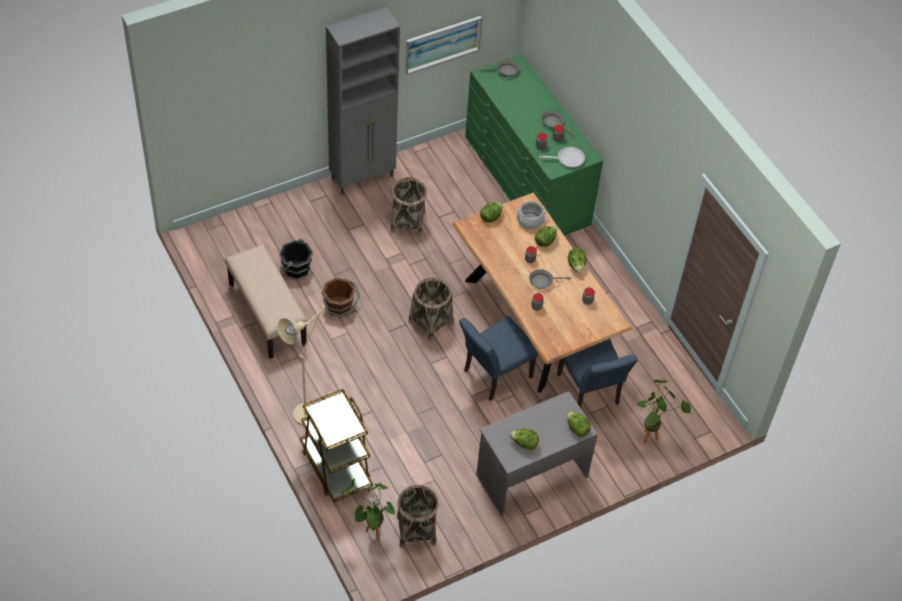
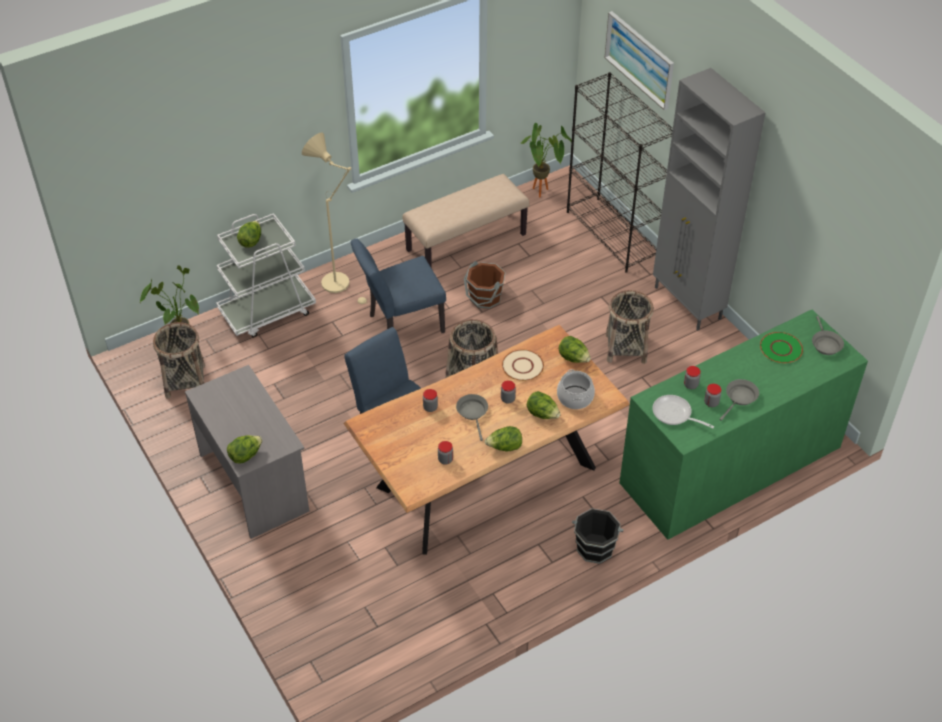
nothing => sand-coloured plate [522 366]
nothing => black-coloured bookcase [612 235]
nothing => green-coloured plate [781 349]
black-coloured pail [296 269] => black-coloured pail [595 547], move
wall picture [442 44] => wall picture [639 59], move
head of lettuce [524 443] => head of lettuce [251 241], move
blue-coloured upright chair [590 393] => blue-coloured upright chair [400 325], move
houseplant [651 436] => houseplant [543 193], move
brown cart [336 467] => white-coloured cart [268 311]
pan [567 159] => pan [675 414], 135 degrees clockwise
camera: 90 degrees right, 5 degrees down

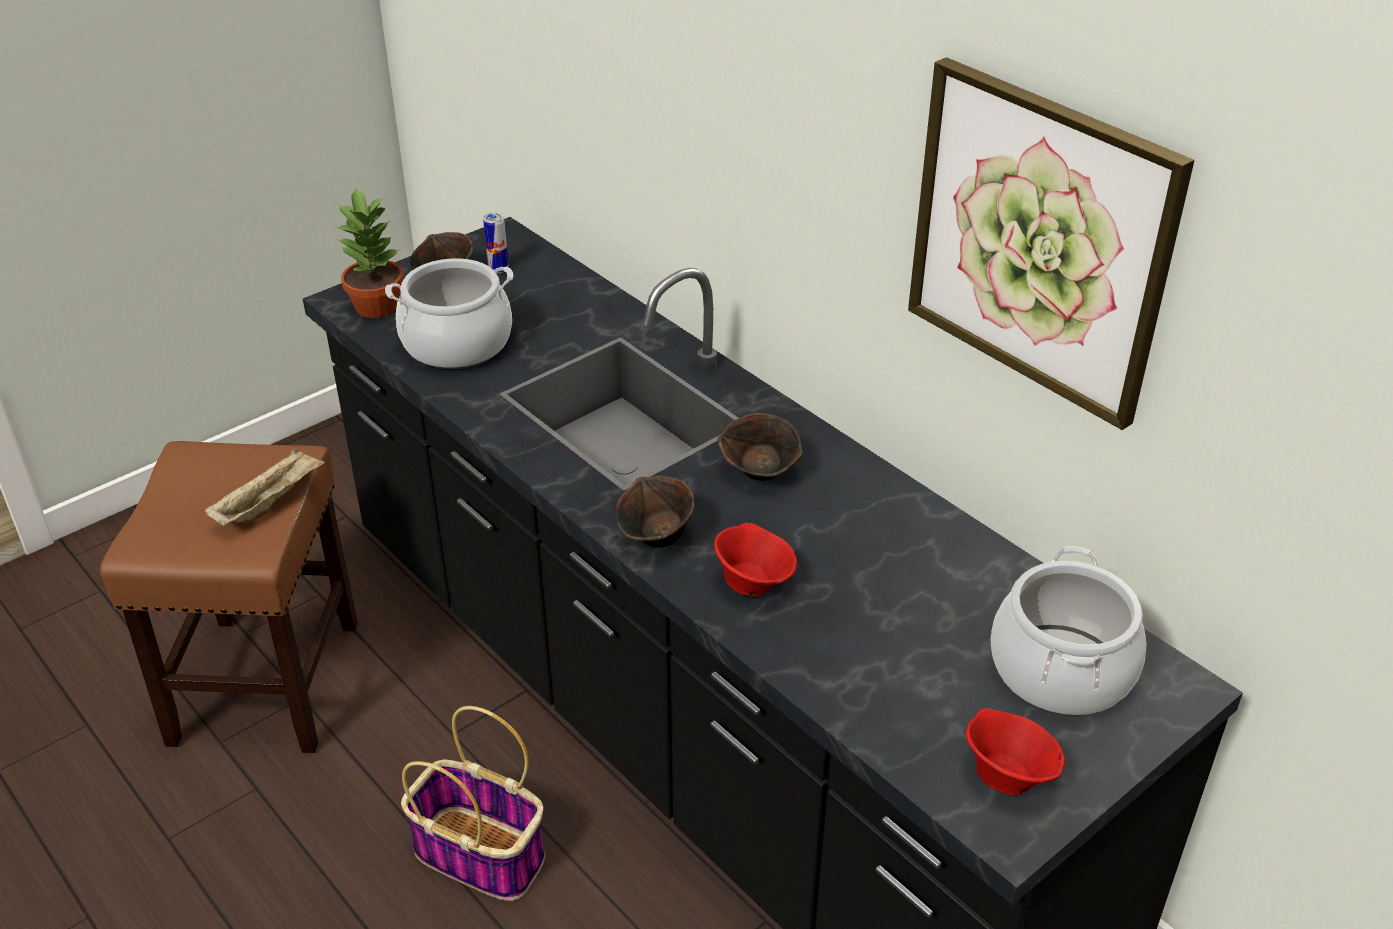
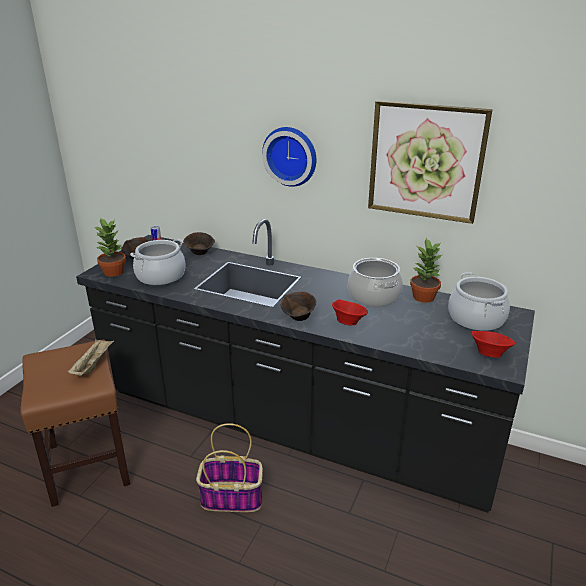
nothing => clock on the wall [291 156]
nothing => cooking pot [373 297]
nothing => houseplant [424 297]
brown bowl [761 472] => brown bowl [200 253], move
camera: 25 degrees left, 10 degrees down

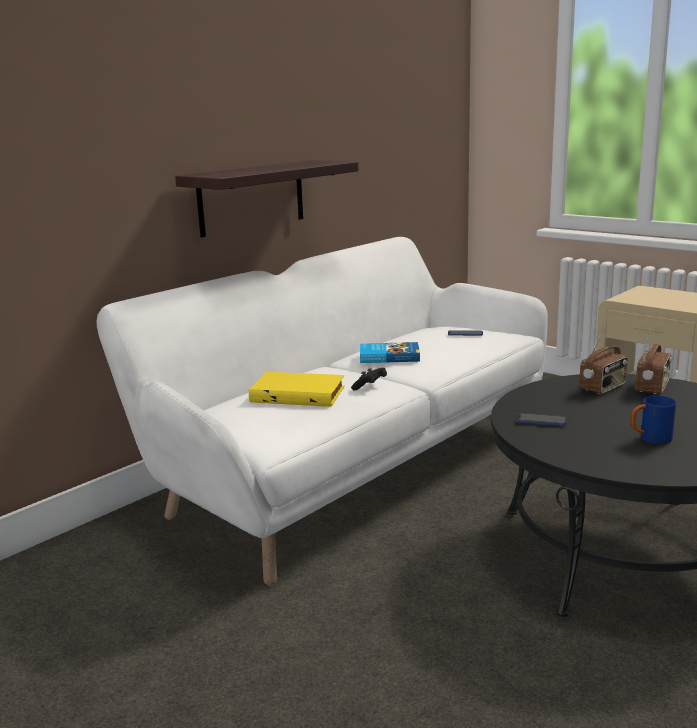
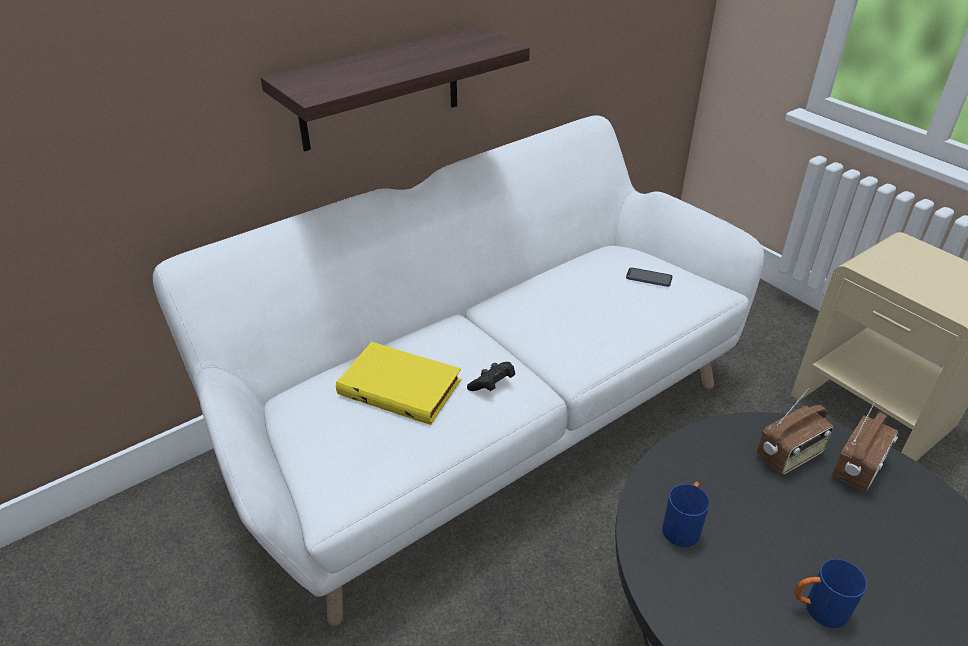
bound book [389 356] => nothing
telephone [542 421] => blue-coloured tea mug [683 526]
camera: 10 degrees right, 20 degrees up

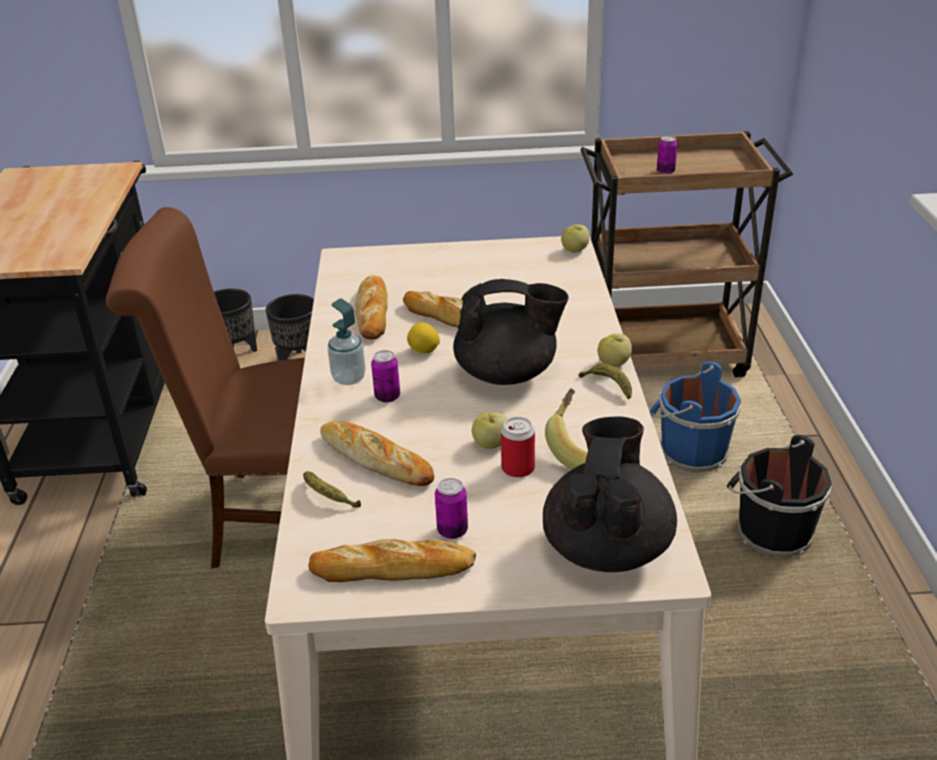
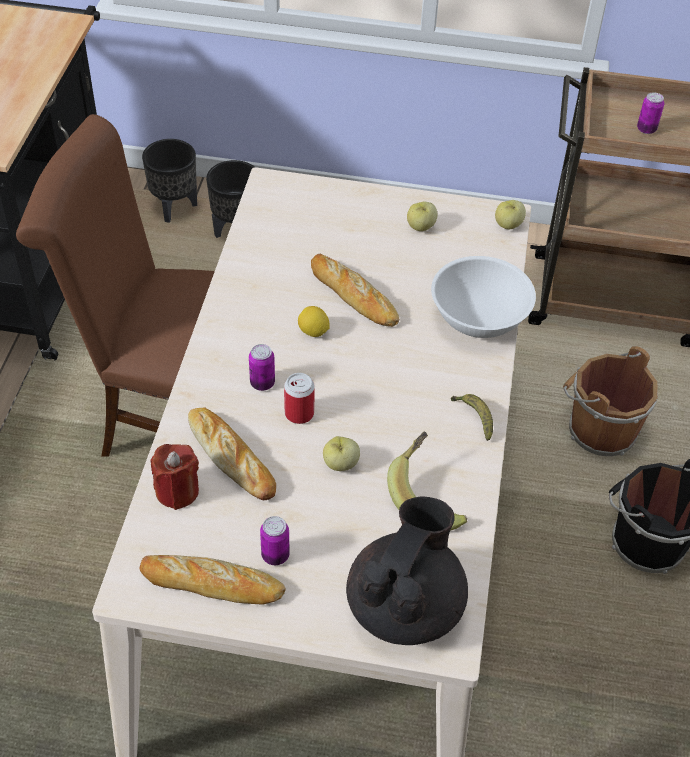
liquid soap bottle [349 378] => nothing
bakery bread [373 312] => nothing
black-coloured tea pot [508 374] => nothing
nothing => white-coloured bowl [478 318]
metal can [518 468] => metal can [299 413], move
whole apple [614 364] => whole apple [421 227], move
banana fruit [328 497] => red wax light [177 491]
blue-coloured pail [690 453] => brown pail [598 430]
camera: 10 degrees right, 15 degrees up

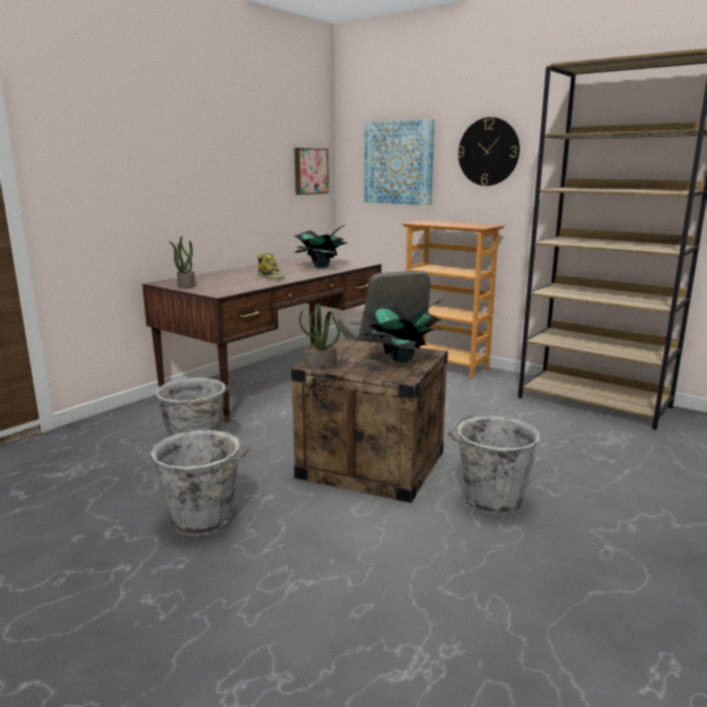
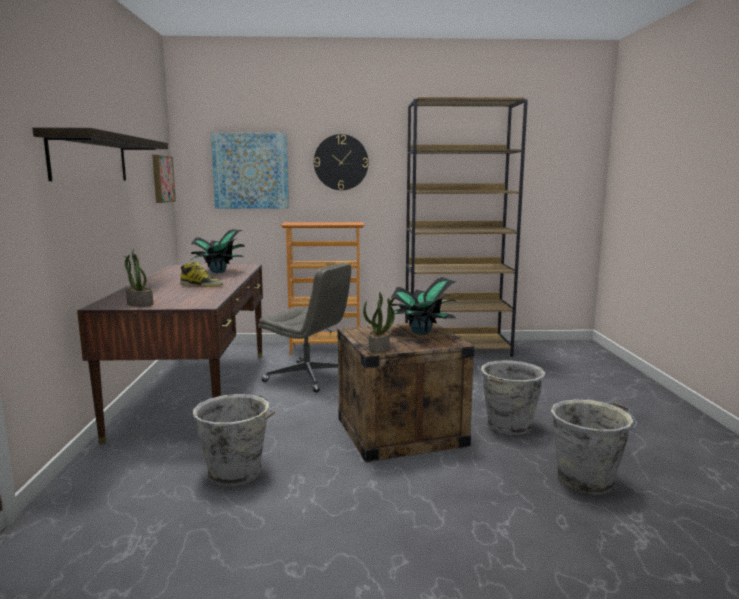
nothing => bracket shelf [90 158]
grey pail [204 521] => grey pail [587 480], move
camera: 40 degrees left, 5 degrees down

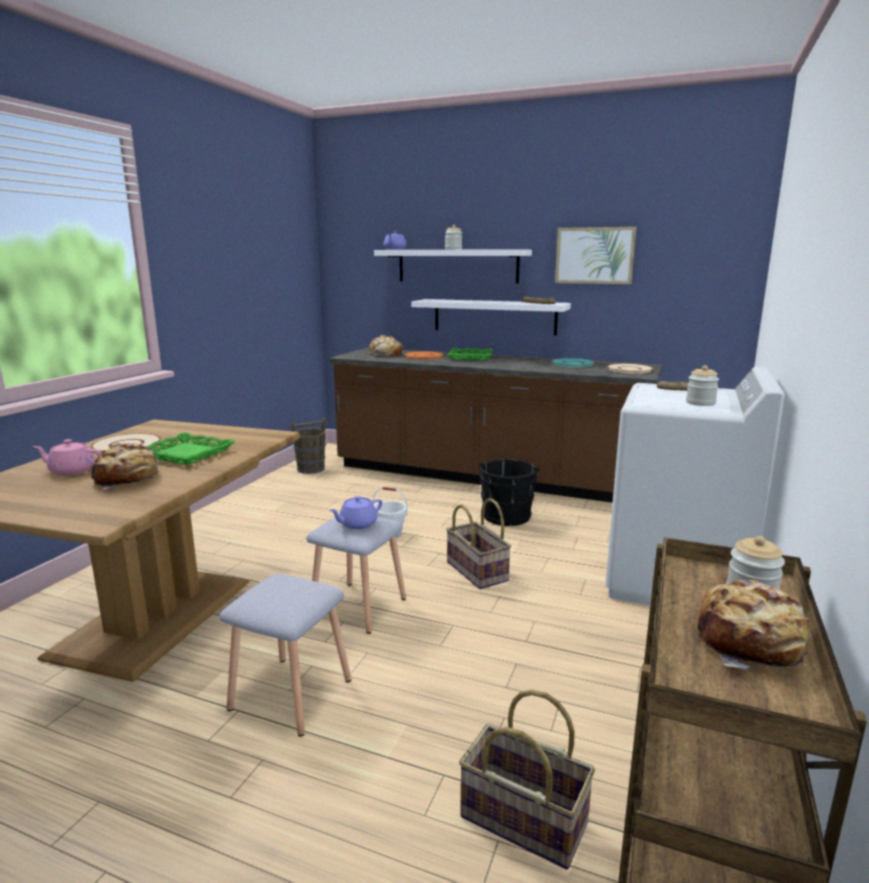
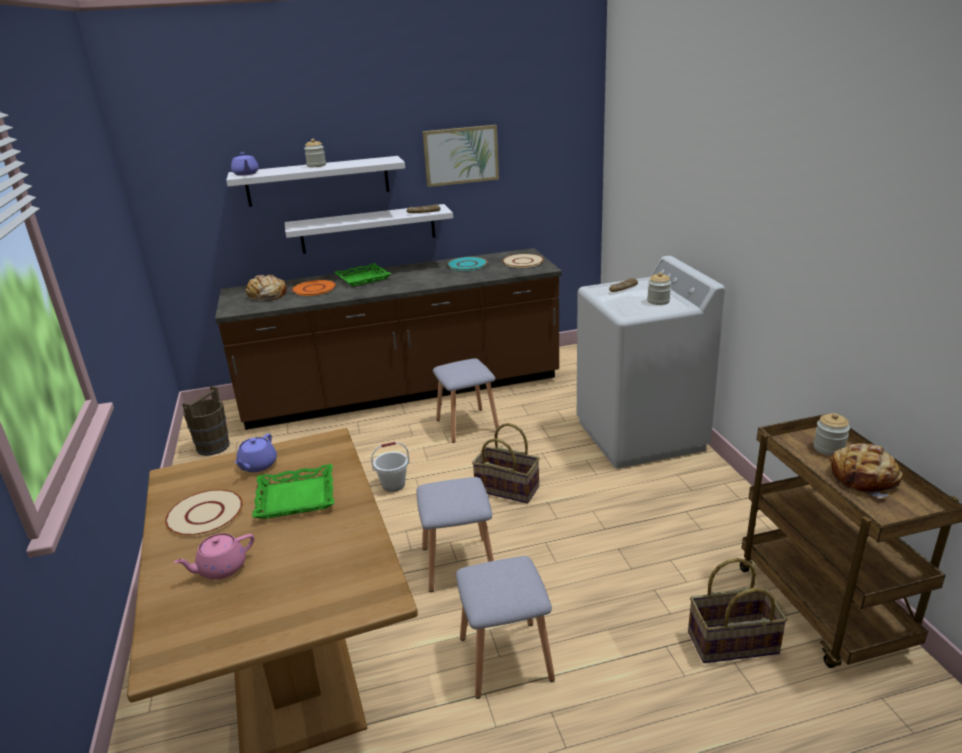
bakery bread [128 479] => nothing
purple-coloured tea pot [357 524] => purple-coloured tea pot [257 465], move
black-coloured pail [507 515] => grey stool [466 425]
camera: 35 degrees left, 10 degrees up

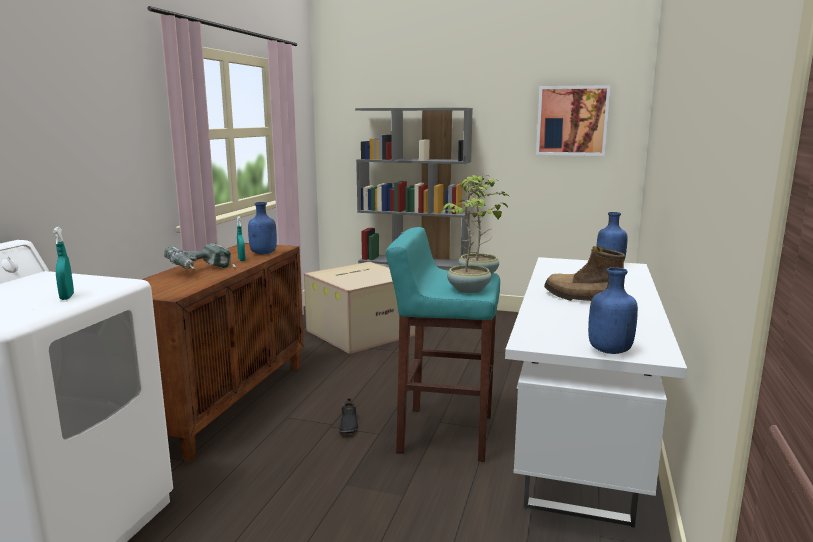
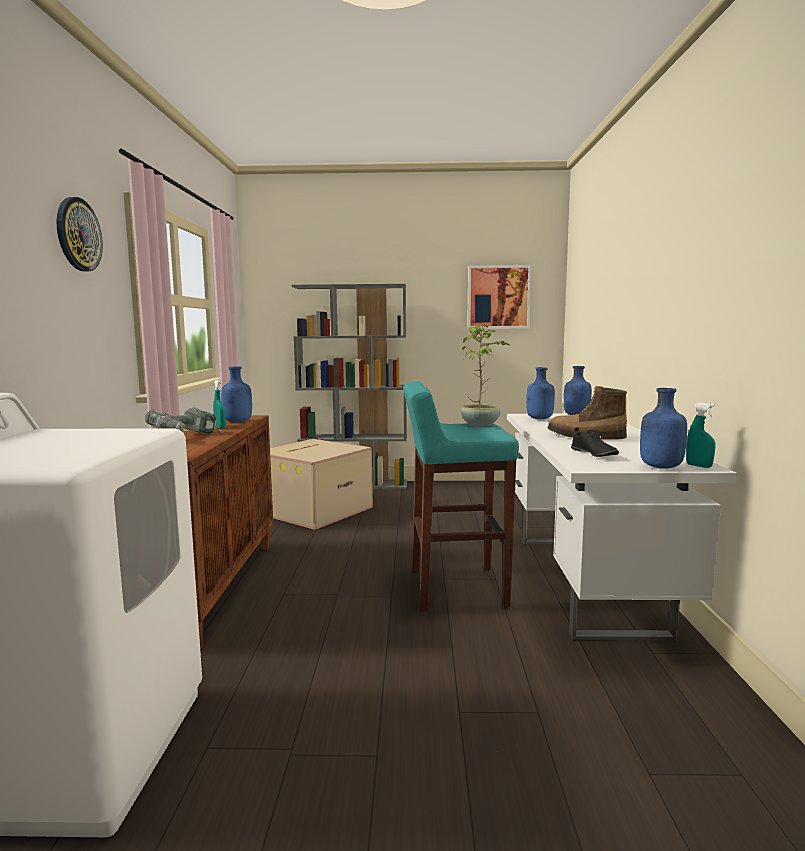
houseplant [469 290] => nothing
nothing => clock on the wall [78 234]
nothing => blue-coloured bottle [540 419]
turquoise spray bottle [67 297] => turquoise spray bottle [699 466], move
black-coloured shoe [348 425] => black-coloured shoe [593 454], move
camera: 15 degrees left, 5 degrees down

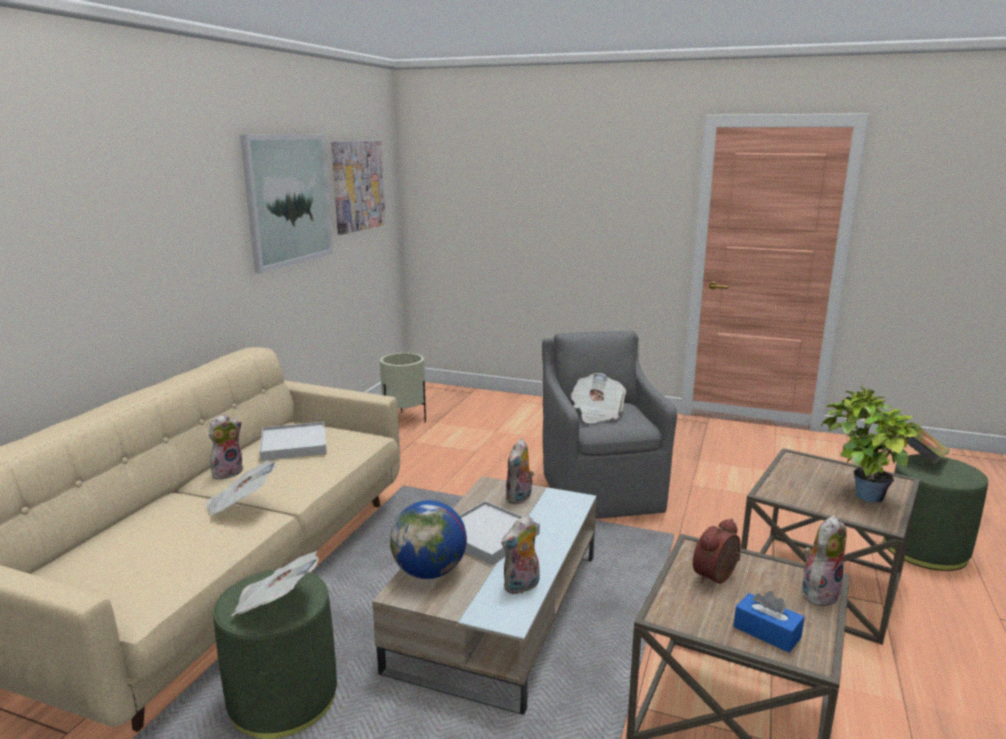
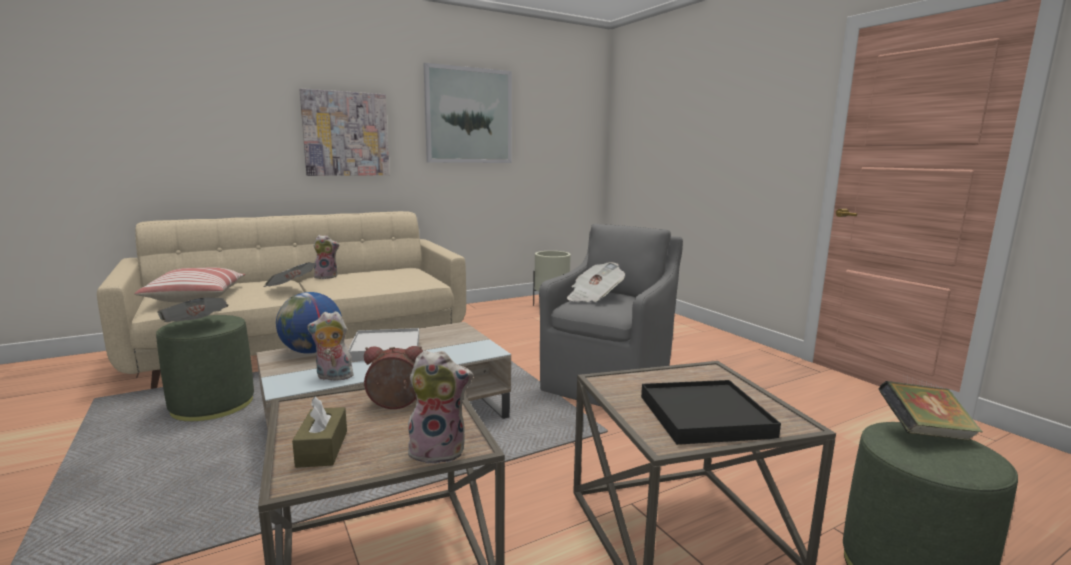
white-coloured tray [294 444] => nothing
soft toy [520 498] => nothing
nothing => cushion [196 297]
wall picture [358 185] => wall picture [346 134], move
houseplant [860 496] => black-coloured tray [704 416]
blue-coloured box of tissues [766 632] => brown box of tissues [322 448]
camera: 40 degrees right, 5 degrees down

